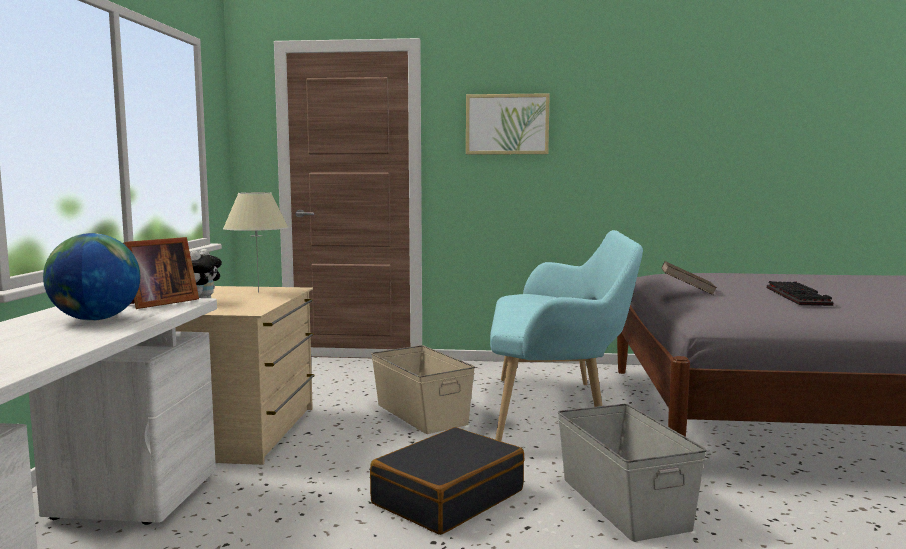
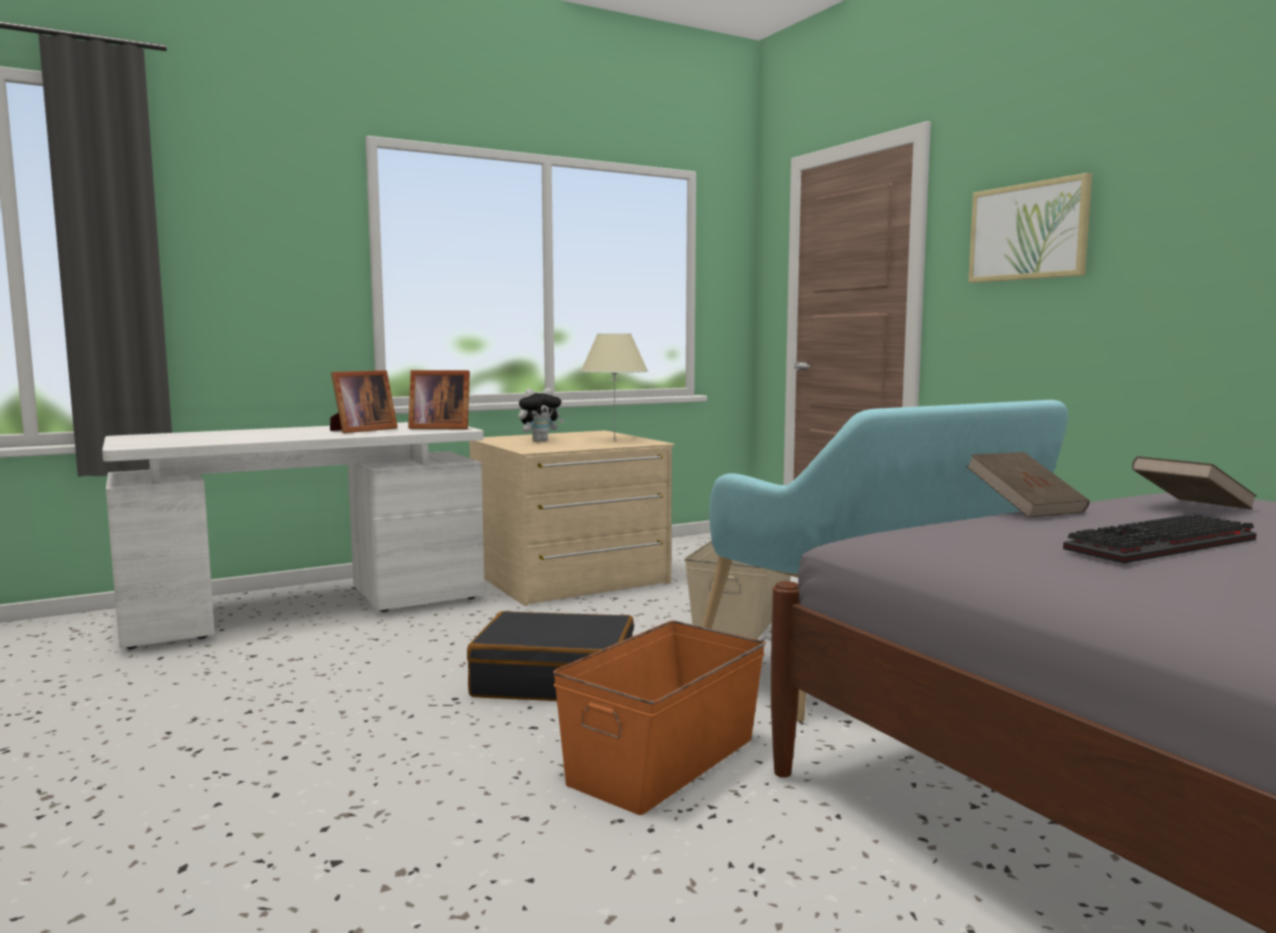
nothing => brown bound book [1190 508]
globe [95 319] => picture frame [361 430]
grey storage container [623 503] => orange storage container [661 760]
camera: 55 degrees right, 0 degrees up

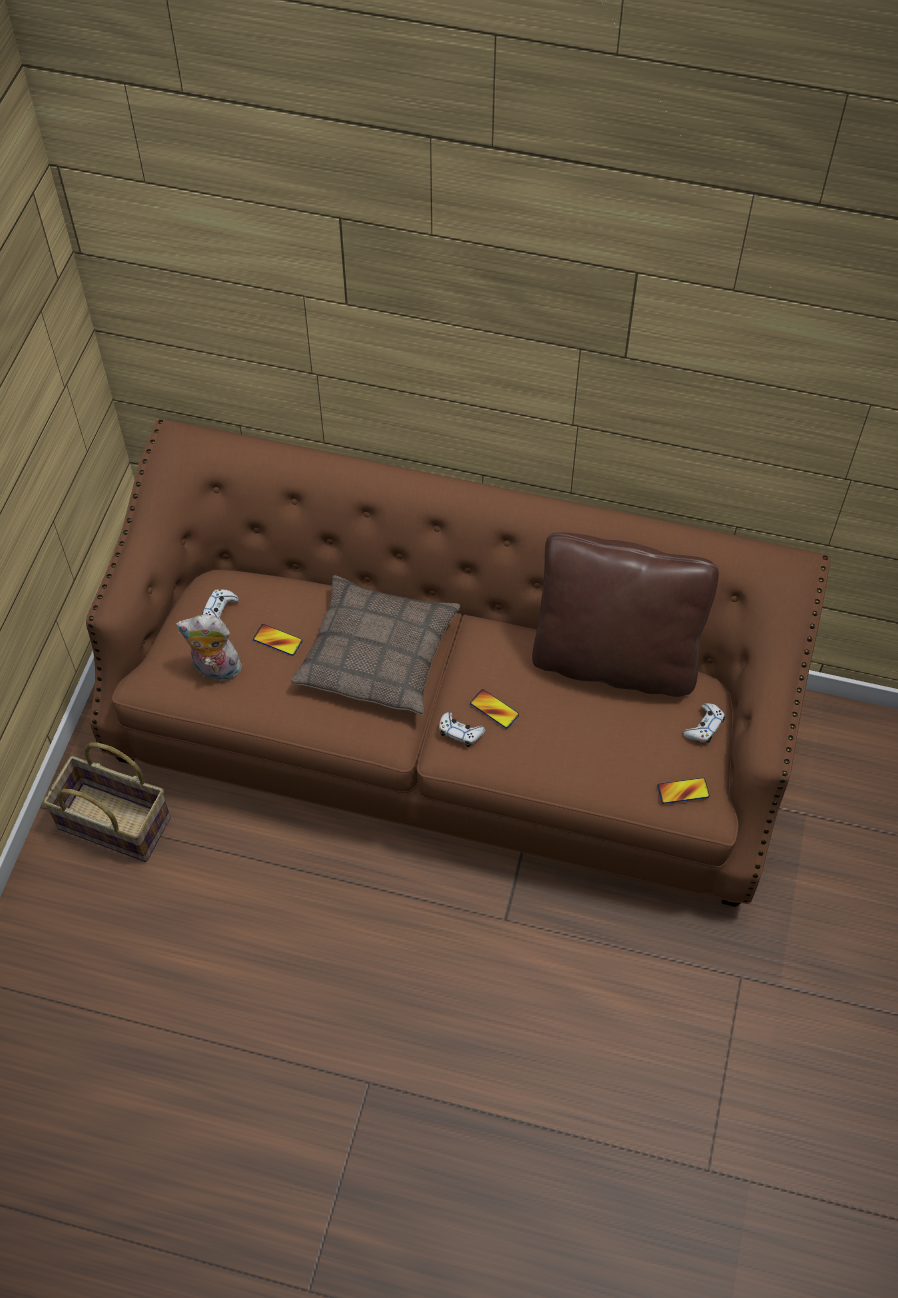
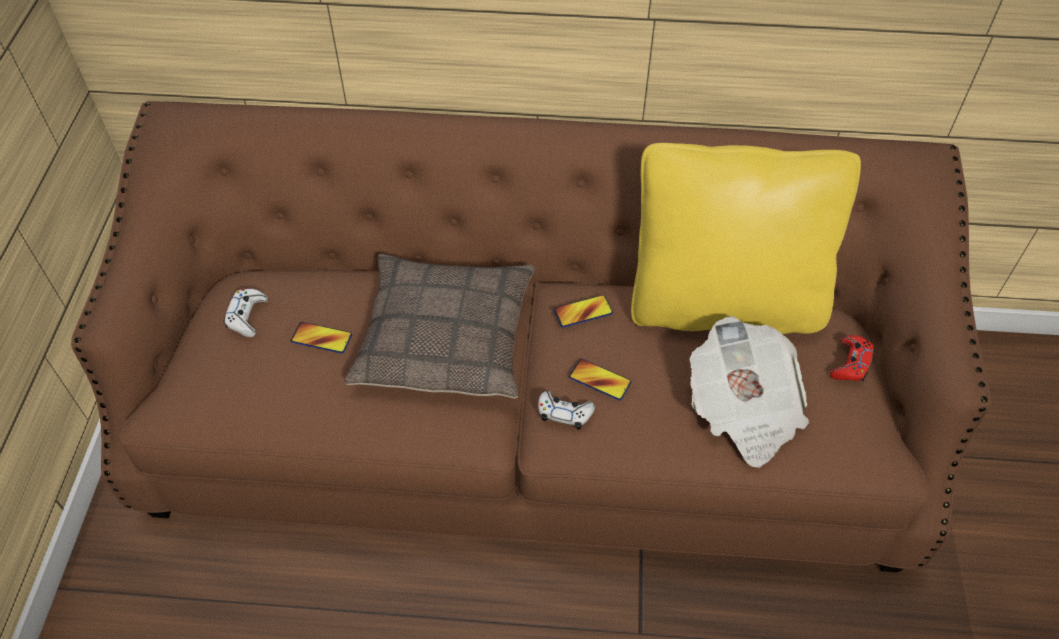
household basket [113 824] => nothing
soft toy [215 670] => nothing
nothing => printed paper [743 410]
telephone [683 791] => telephone [583 312], move
brown cushion [614 659] => yellowish cushion [724 303]
white-coloured joypad [704 726] => red joypad [850 363]
camera: 10 degrees left, 5 degrees down

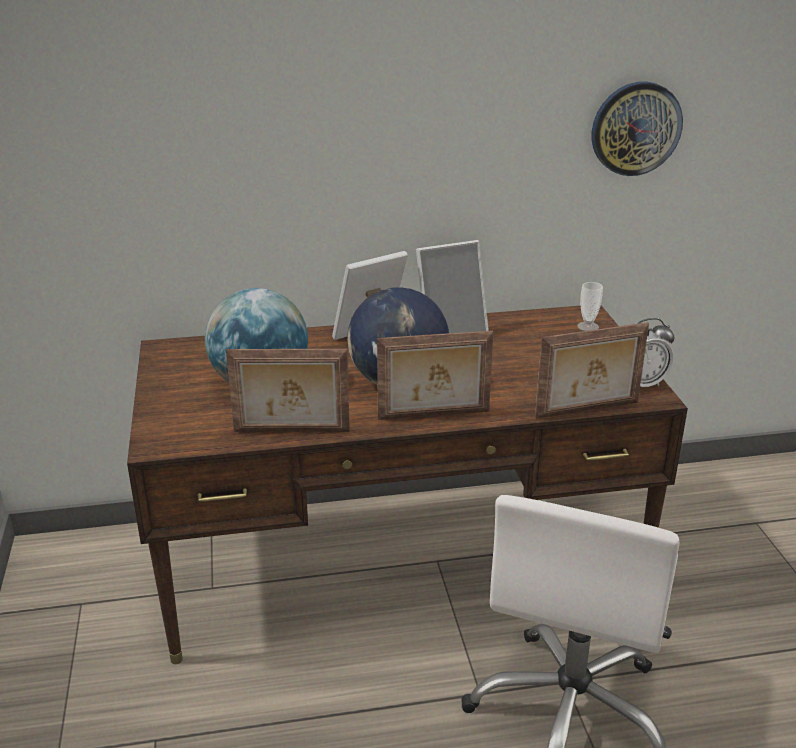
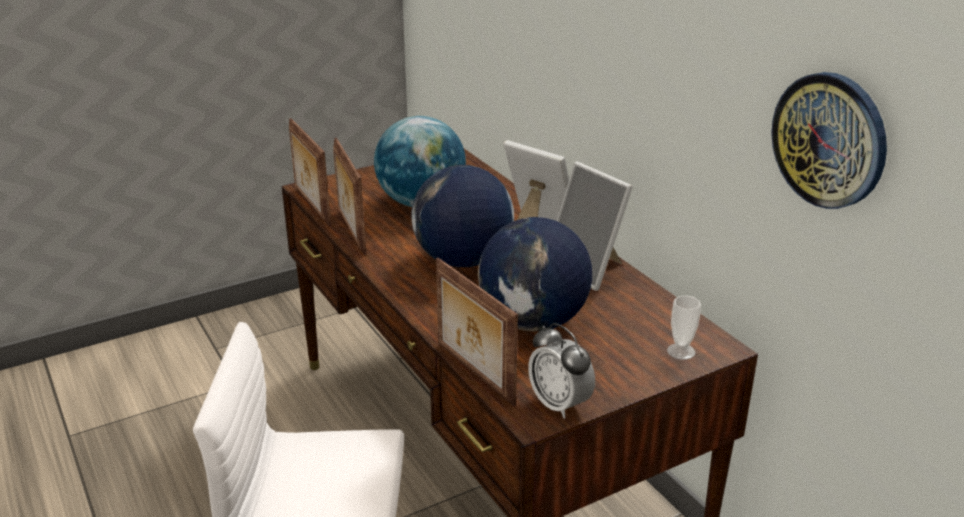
nothing => globe [533 322]
picture frame [434 416] => picture frame [311 207], move
camera: 70 degrees right, 0 degrees up

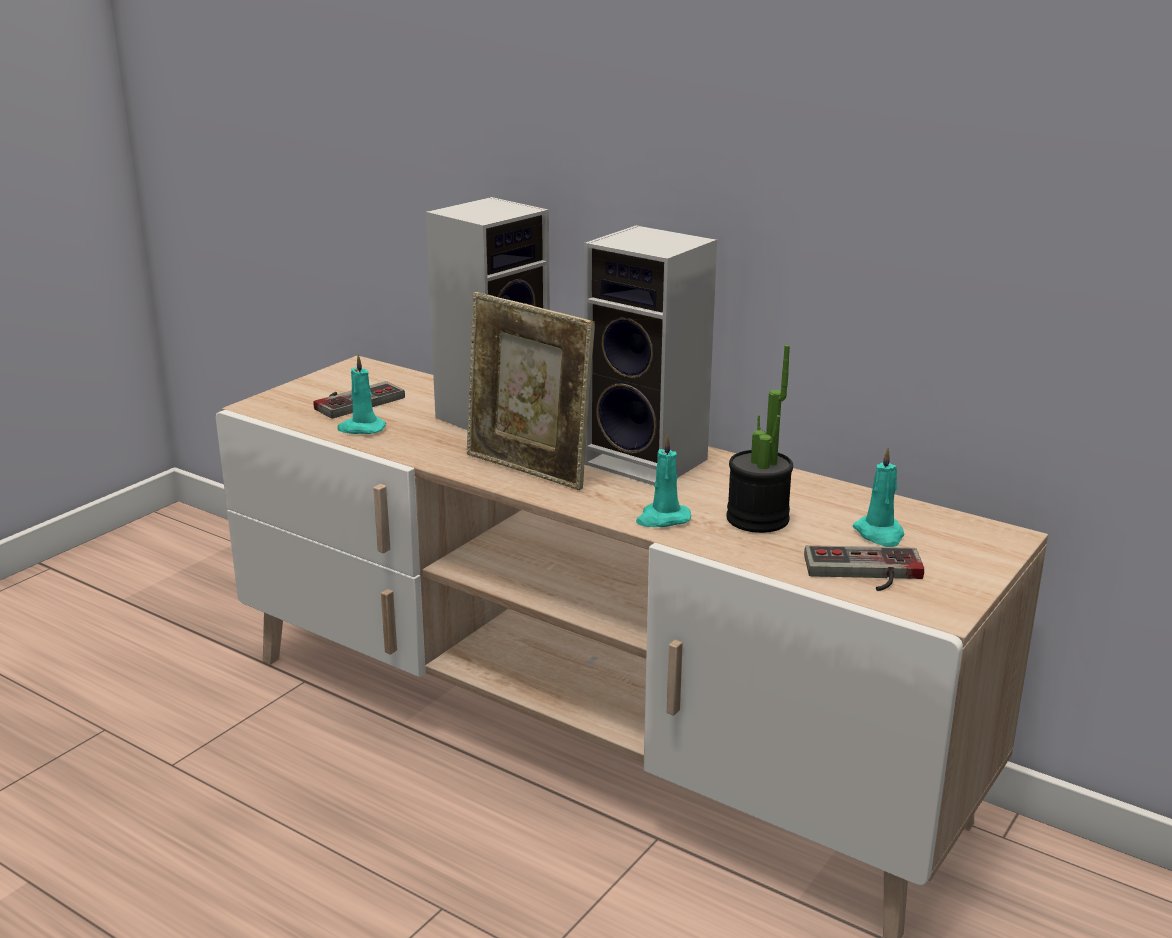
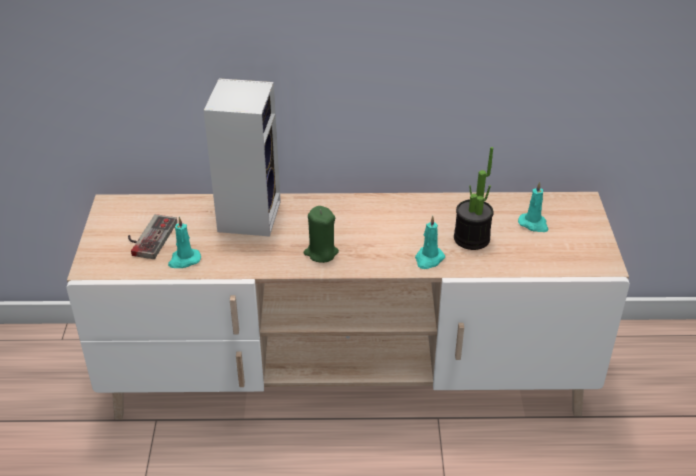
loudspeaker [651 462] => nothing
joypad [864 573] => nothing
picture frame [528 470] => green-coloured wax light [321 253]
camera: 35 degrees left, 15 degrees up

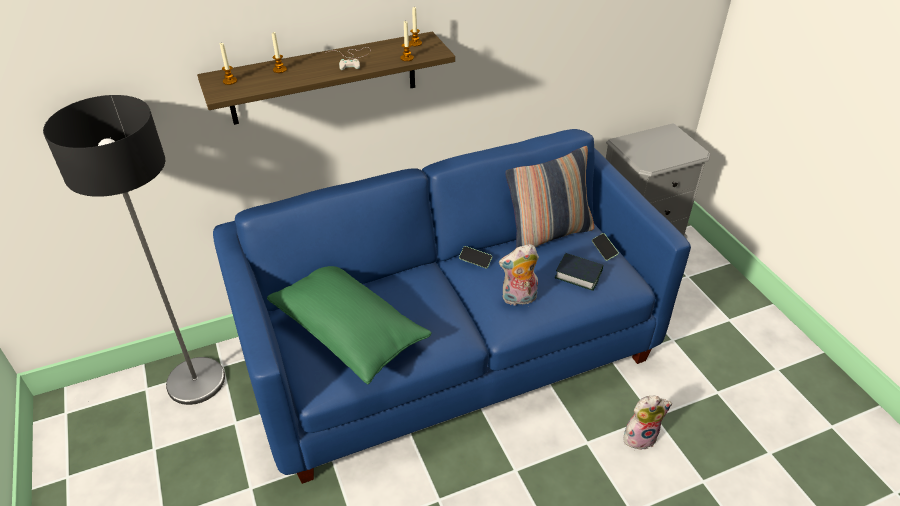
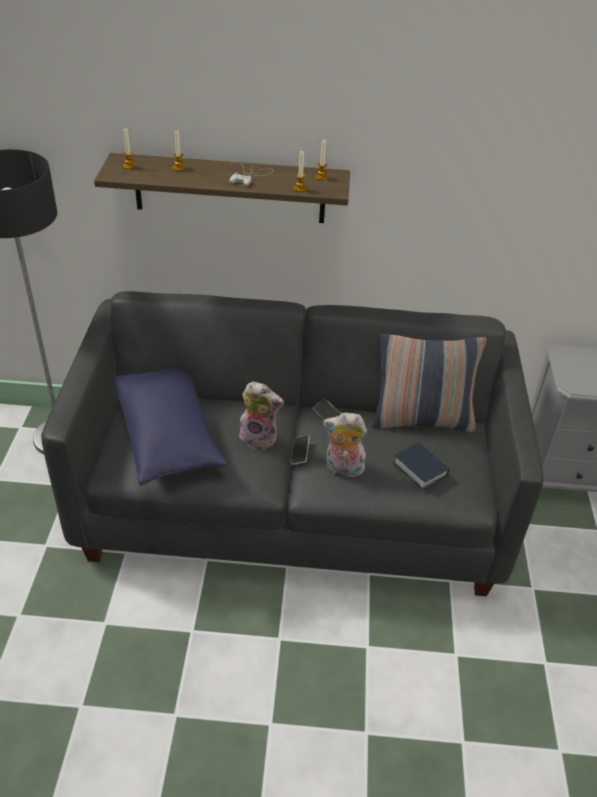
telephone [604 250] => telephone [300 453], move
soft toy [640 436] => soft toy [260 437], move
blue-coloured couch [450 351] => grey couch [294 503]
green-coloured cushion [349 331] => blue-coloured cushion [168 436]
camera: 25 degrees right, 0 degrees up

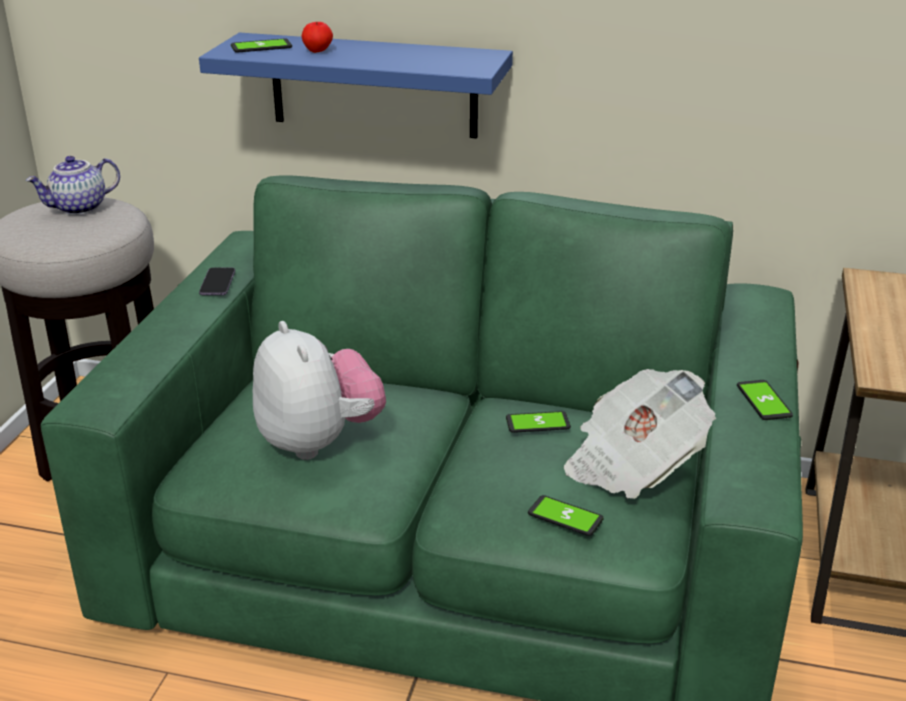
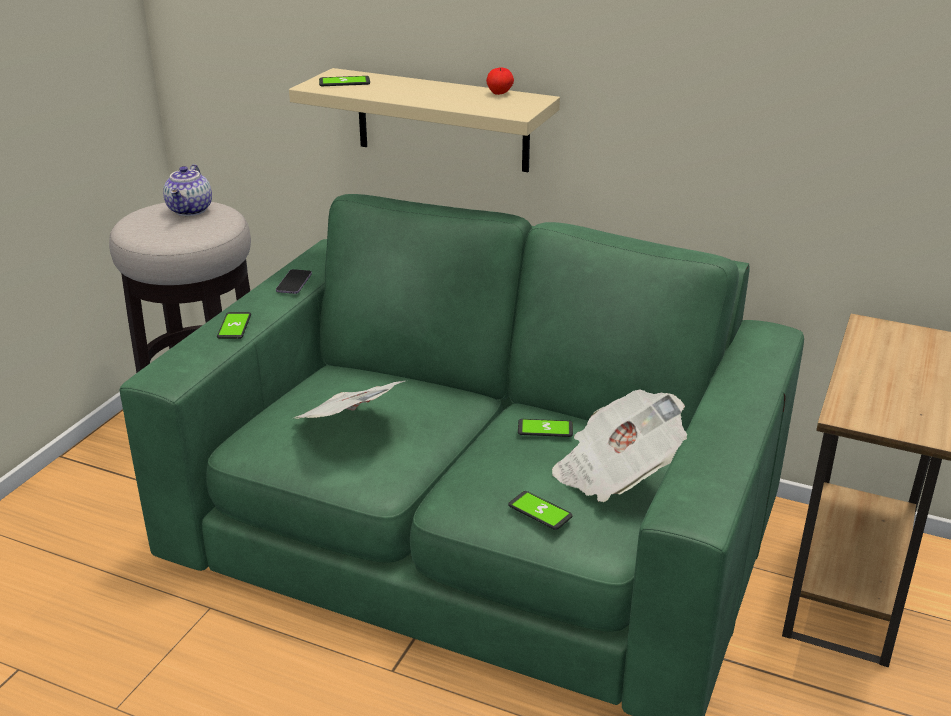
whole apple [318 51] => whole apple [499 93], move
telephone [763 401] => telephone [234 326], move
soft toy [319 441] => printed paper [350 425]
blue-coloured bracket shelf [373 85] => sand-coloured bracket shelf [442 120]
tea pot [79 208] => tea pot [191 210], 60 degrees counterclockwise
camera: 10 degrees right, 0 degrees up

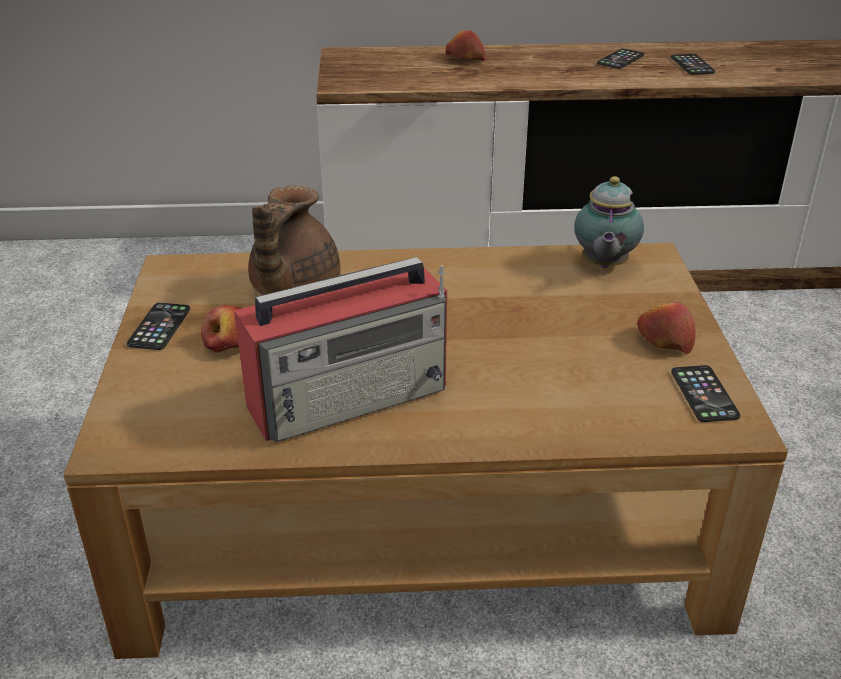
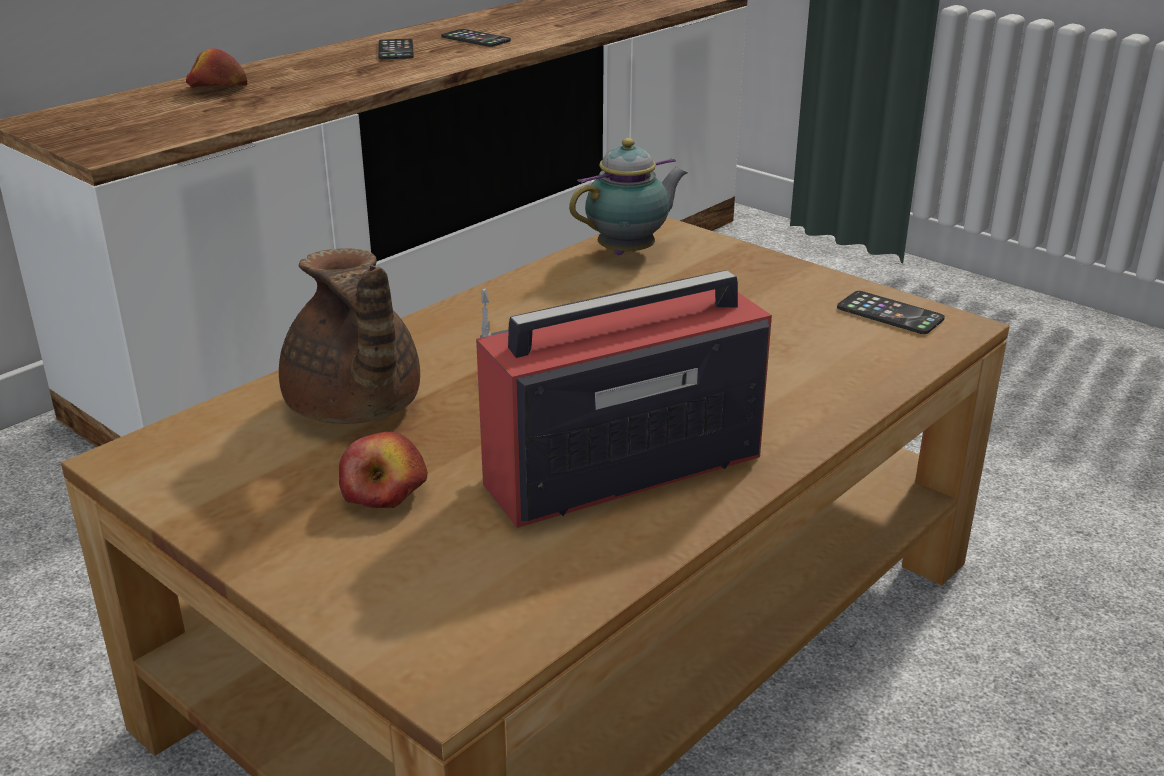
telephone [159 327] => nothing
whole apple [664 340] => nothing
radio [351 396] => radio [618 470], 135 degrees counterclockwise
tea pot [603 265] => tea pot [630 252], 90 degrees counterclockwise
camera: 45 degrees left, 5 degrees down

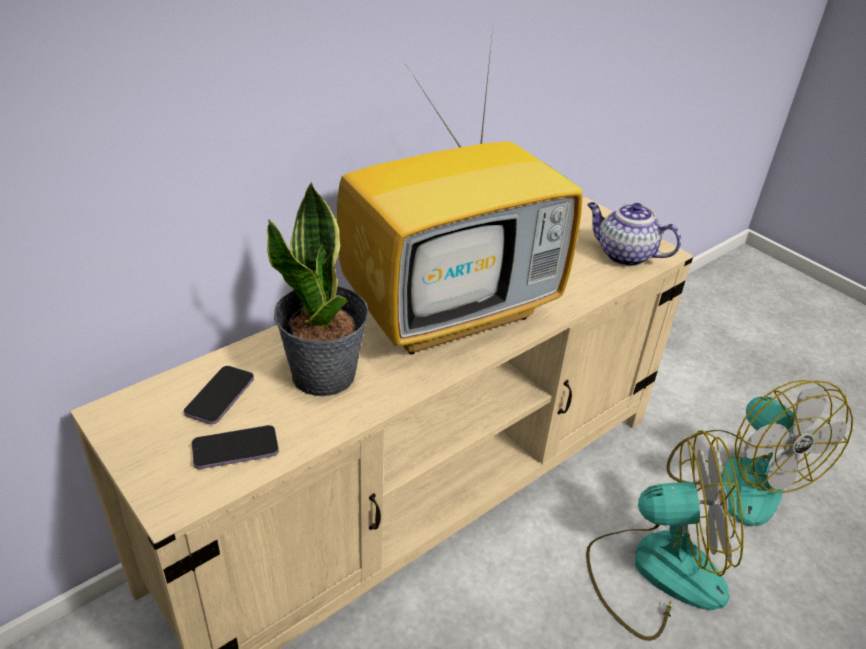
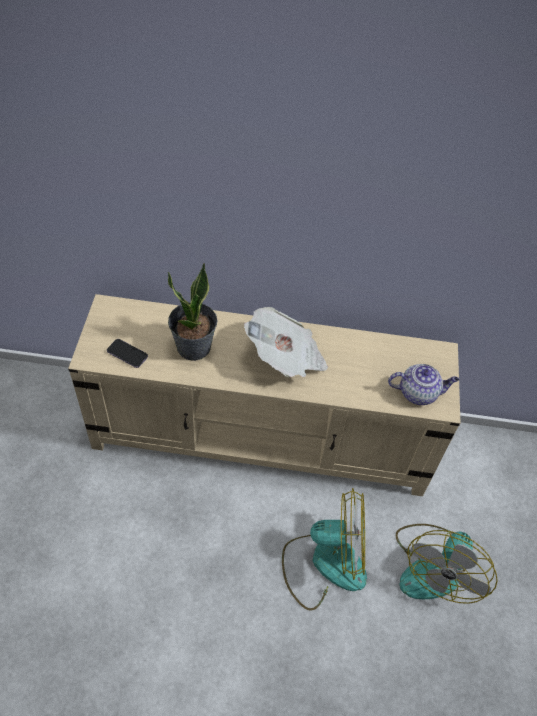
telephone [220 397] => nothing
television [453 310] => printed paper [286 357]
cooling fan [655 570] => cooling fan [325 563], 45 degrees counterclockwise
tea pot [624 255] => tea pot [418 393], 105 degrees clockwise
camera: 45 degrees right, 15 degrees up

